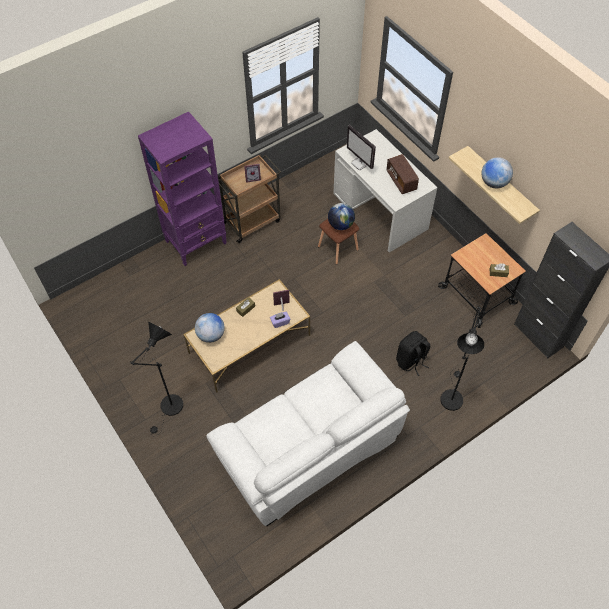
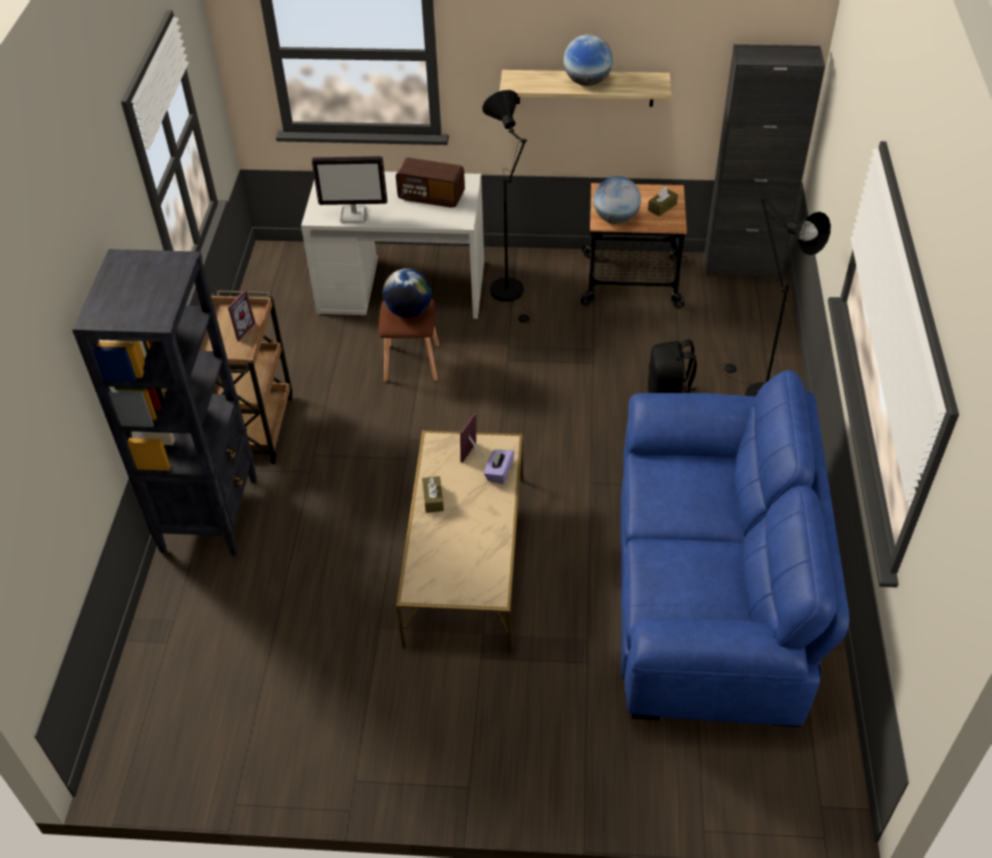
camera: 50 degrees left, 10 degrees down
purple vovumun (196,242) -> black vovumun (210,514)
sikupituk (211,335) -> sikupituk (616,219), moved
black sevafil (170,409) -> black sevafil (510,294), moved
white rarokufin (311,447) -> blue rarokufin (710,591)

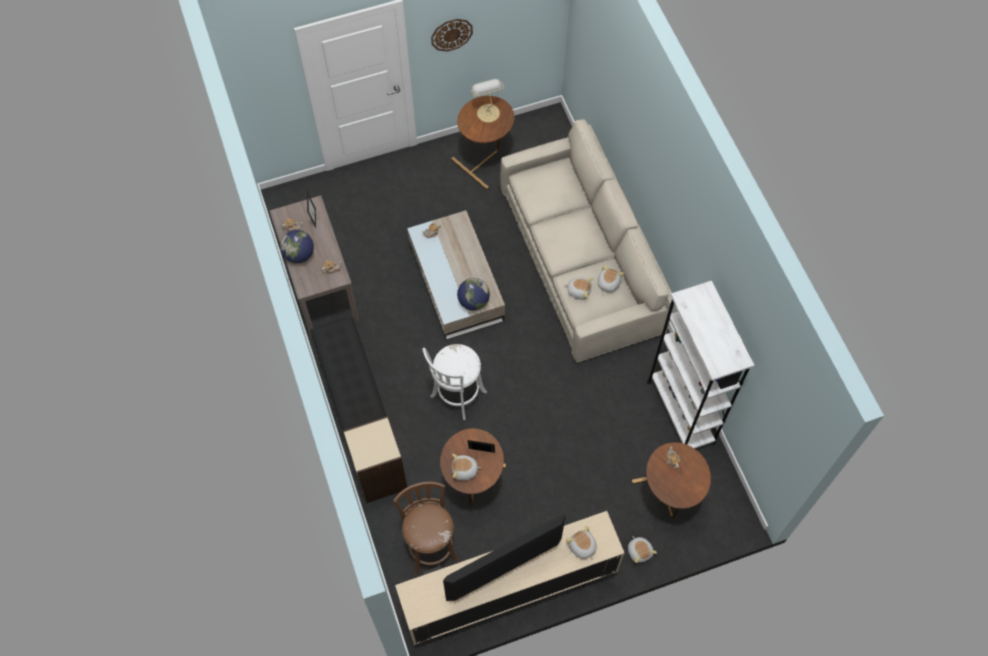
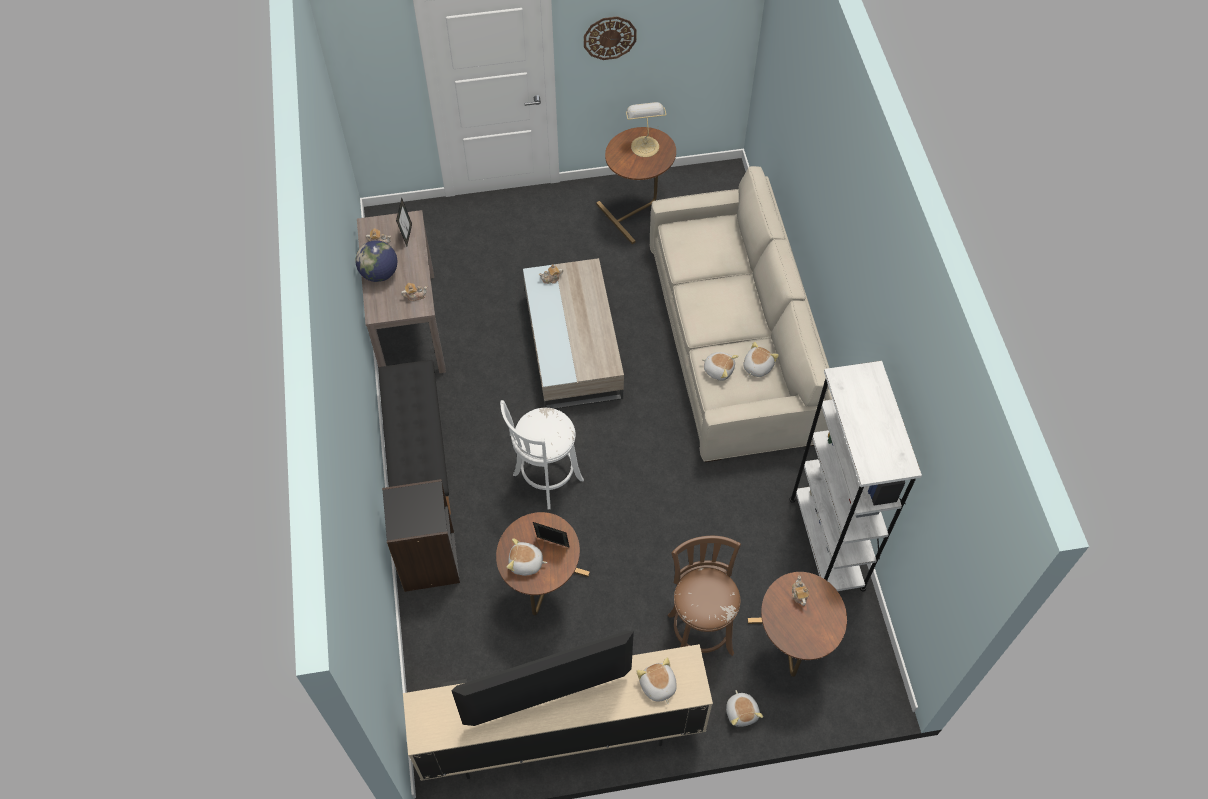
camera: 10 degrees right, 5 degrees down
sikupituk (473,301) -> none
beige vovumun (379,476) -> black vovumun (428,561)
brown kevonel (430,546) -> brown kevonel (699,630), moved

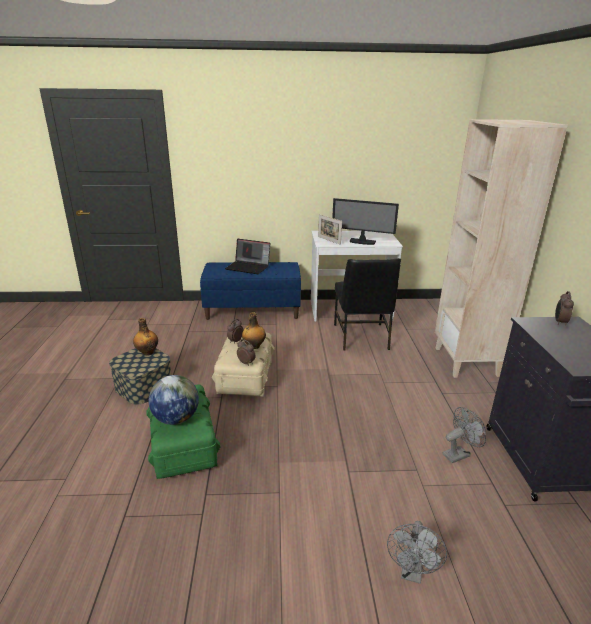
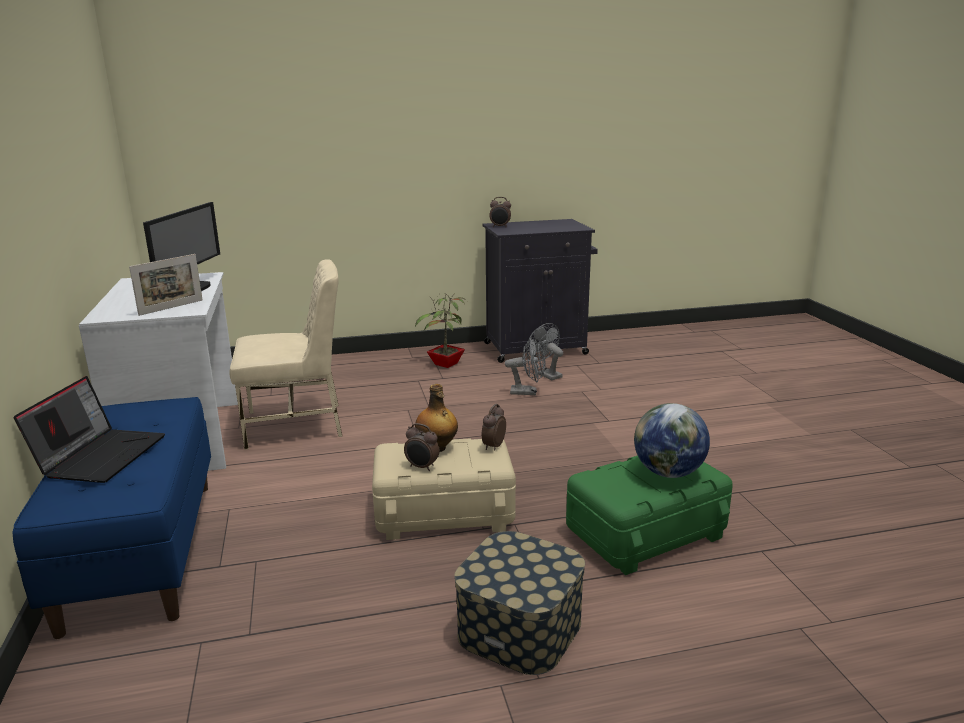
camera: 100 degrees left, 5 degrees down
beige vovumun (467,362) -> none
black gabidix (361,337) -> beige gabidix (296,425)
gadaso (147,352) -> none
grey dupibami (412,572) -> grey dupibami (528,392), moved
none -> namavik (445,364)

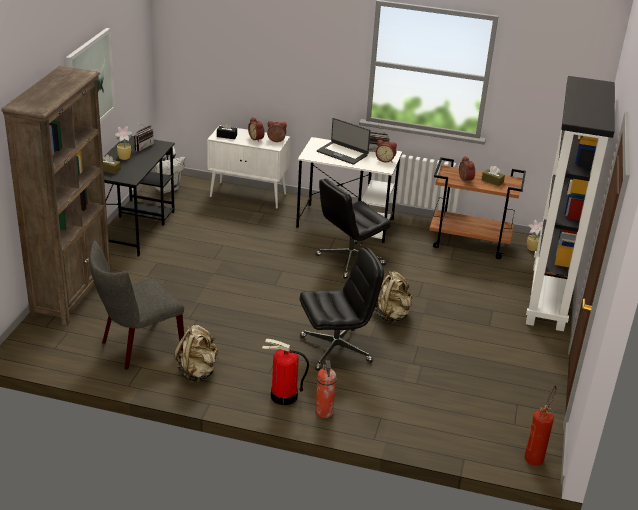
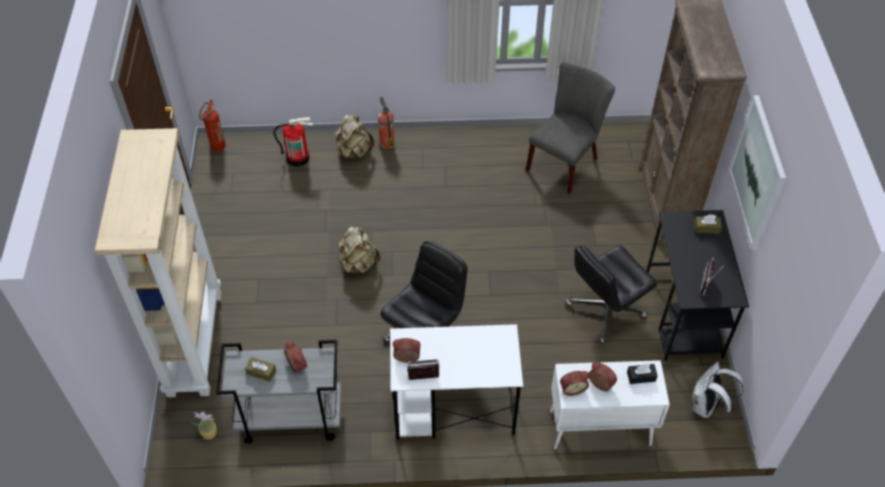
camera: 165 degrees right, 20 degrees up
black vovumun (548,298) -> beige vovumun (194,342)
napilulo (342,153) -> none
namavik (125,157) -> none
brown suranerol (470,243) -> grey suranerol (290,419)
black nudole (336,349) -> black nudole (604,311), moved
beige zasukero (197,372) -> beige zasukero (354,152), moved
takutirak (283,396) -> takutirak (298,158), moved

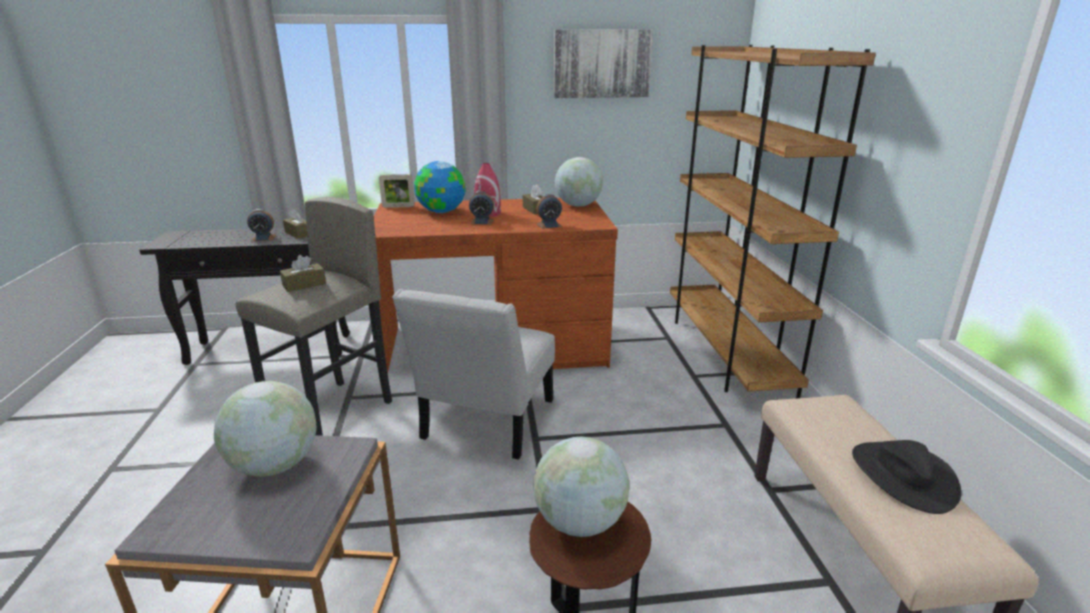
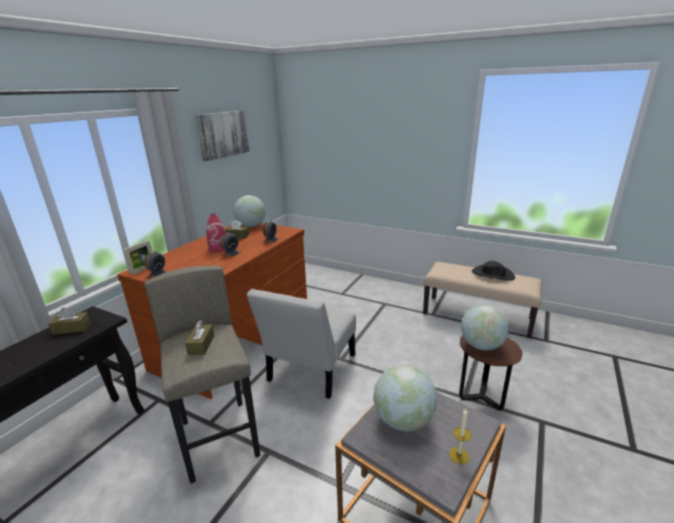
camera: 55 degrees left, 0 degrees up
brown vovumun (726,352) -> none
sikupituk (441,211) -> none
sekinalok (263,238) -> sekinalok (157,274), moved
white gabidix (485,423) -> white gabidix (310,371), 60 degrees clockwise
none -> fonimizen (459,455)

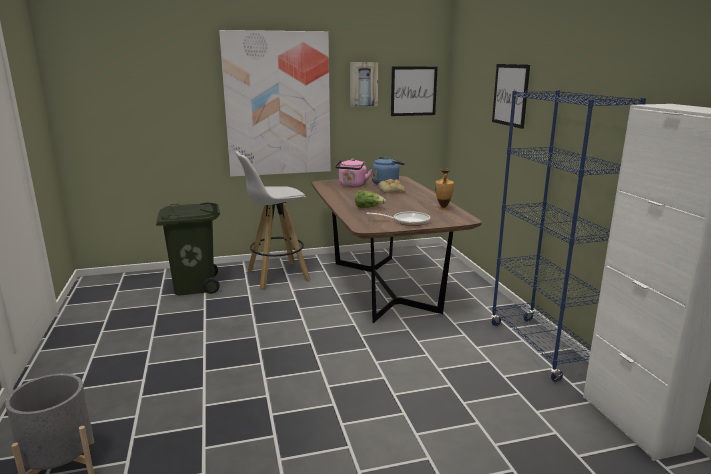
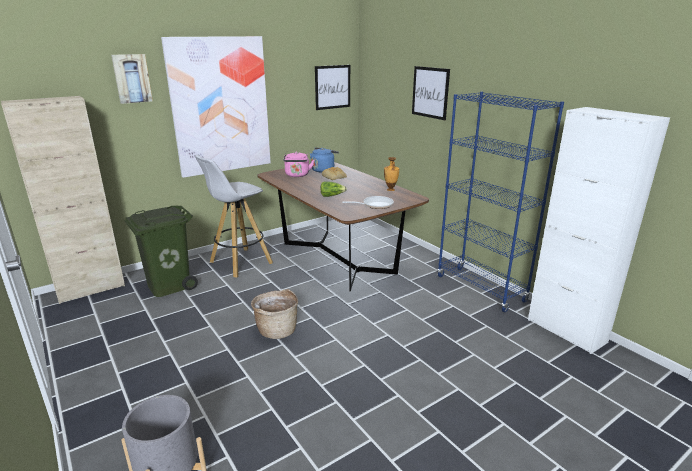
camera: 20 degrees left, 5 degrees up
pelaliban (363,84) -> pelaliban (132,78), moved
none -> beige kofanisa (91,289)
none -> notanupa (277,329)

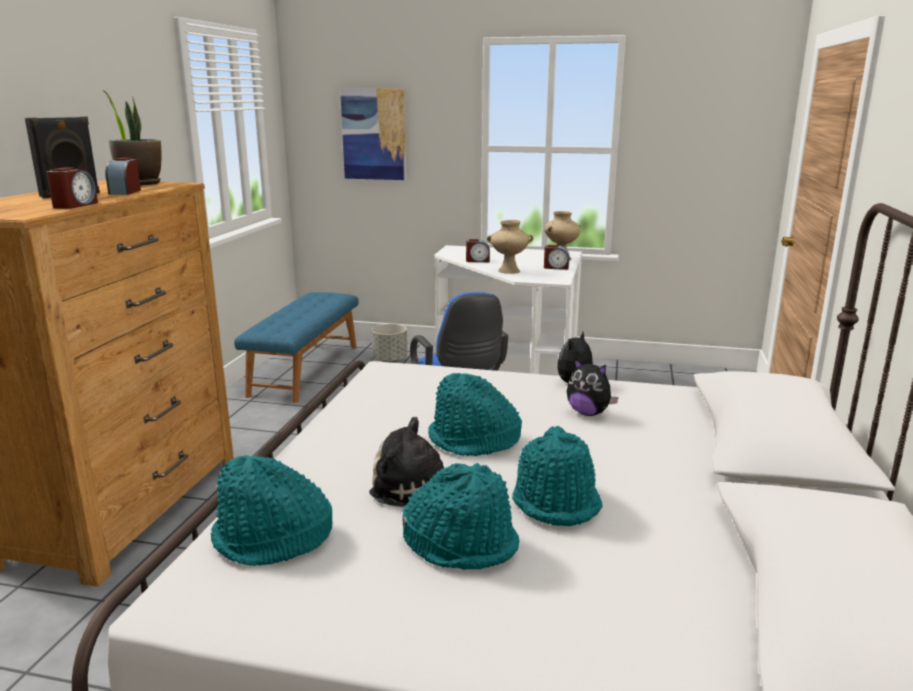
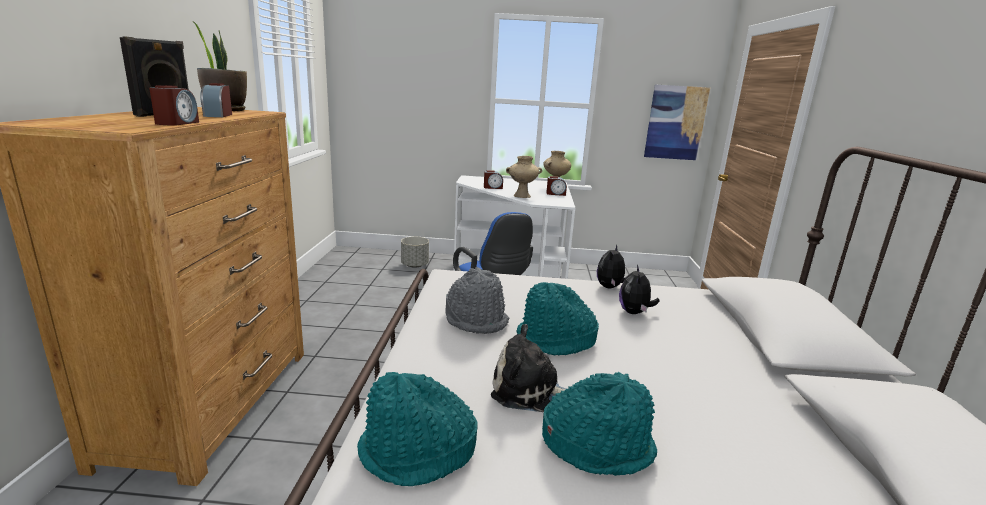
camera: 10 degrees left, 0 degrees up
pelaliban (374,134) -> pelaliban (675,122), moved
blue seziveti (305,370) -> none
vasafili (588,413) -> vasafili (634,312), 75 degrees clockwise
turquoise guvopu (556,501) -> none
none -> grey guvopu (476,320)

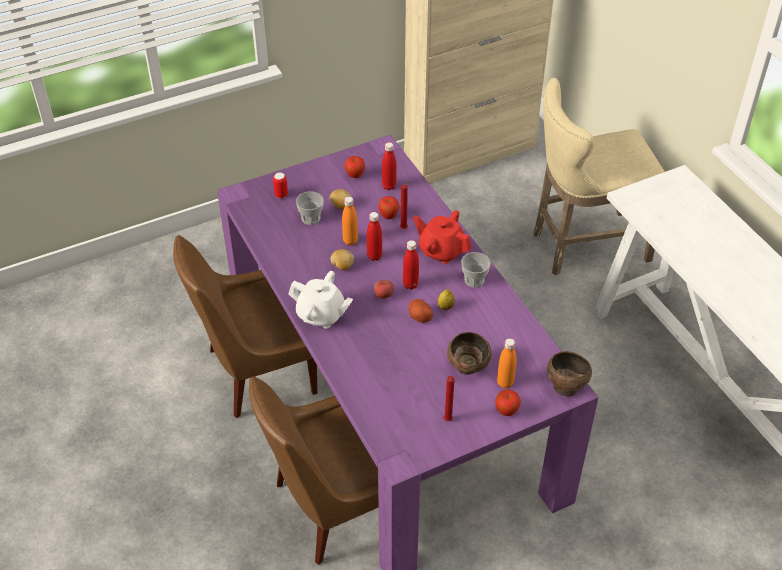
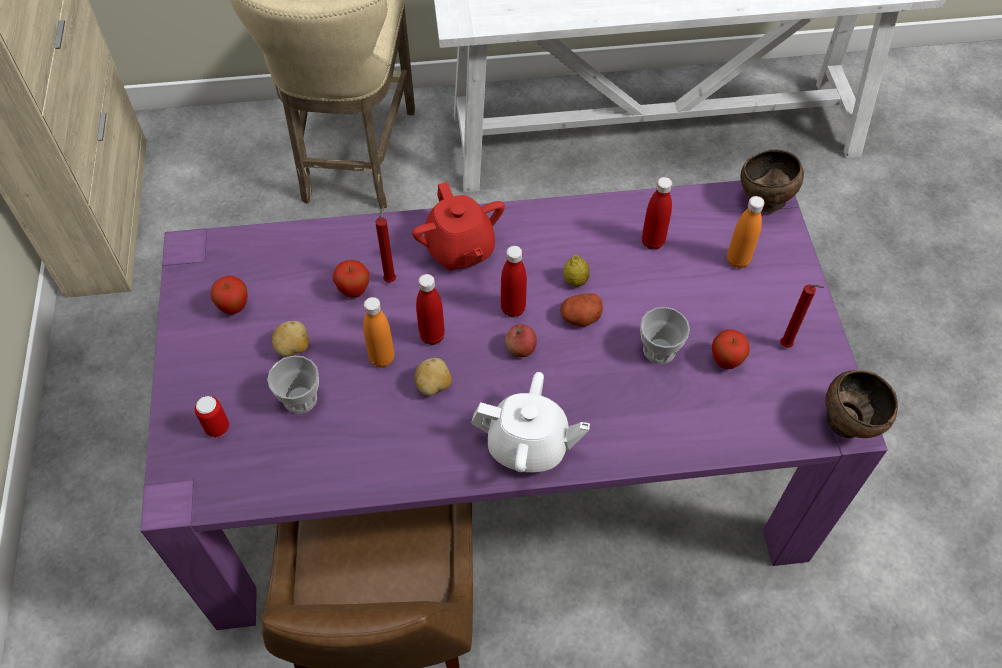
camera: 70 degrees left, 10 degrees up
red gadaso (389,186) -> red gadaso (652,242), moved
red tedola (441,250) -> red tedola (460,249), 75 degrees counterclockwise
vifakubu (474,280) -> vifakubu (659,350), moved
white tedola (321,315) -> white tedola (528,446), 60 degrees clockwise
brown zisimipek (468,368) -> brown zisimipek (848,423), moved
brown gabidix (333,507) -> none
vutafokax (506,411) -> vutafokax (725,361), moved

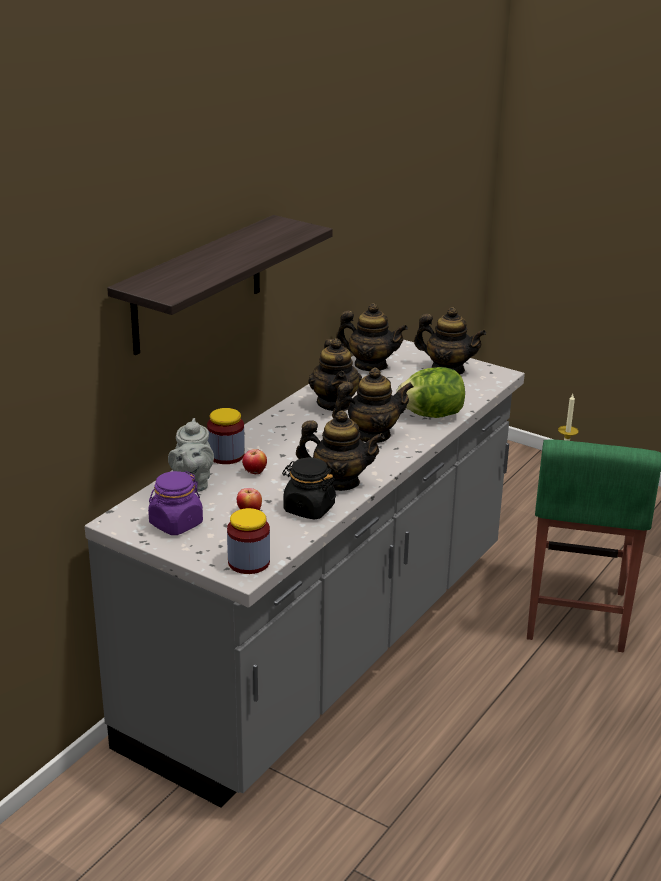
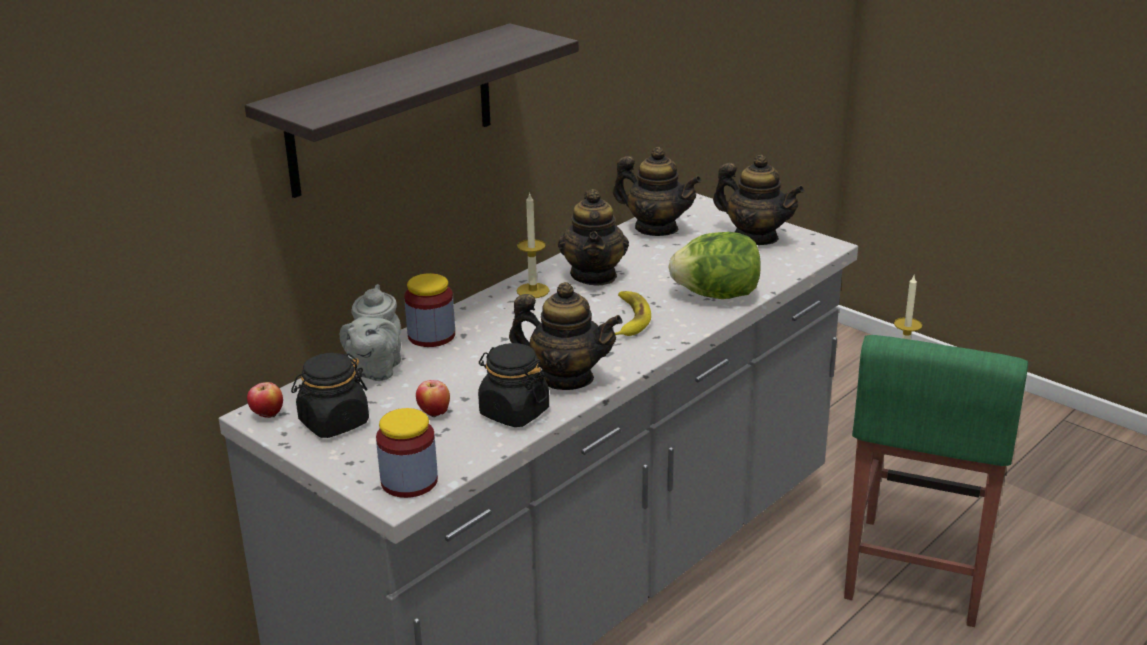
camera: 10 degrees right, 0 degrees up
tedola (371,435) -> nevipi (629,318)
vutafokax (254,473) -> vutafokax (267,415), moved
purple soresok (176,524) -> black soresok (333,423)
none -> fonimizen (533,290)

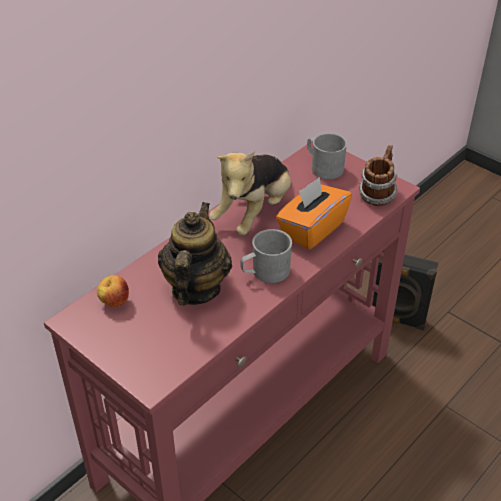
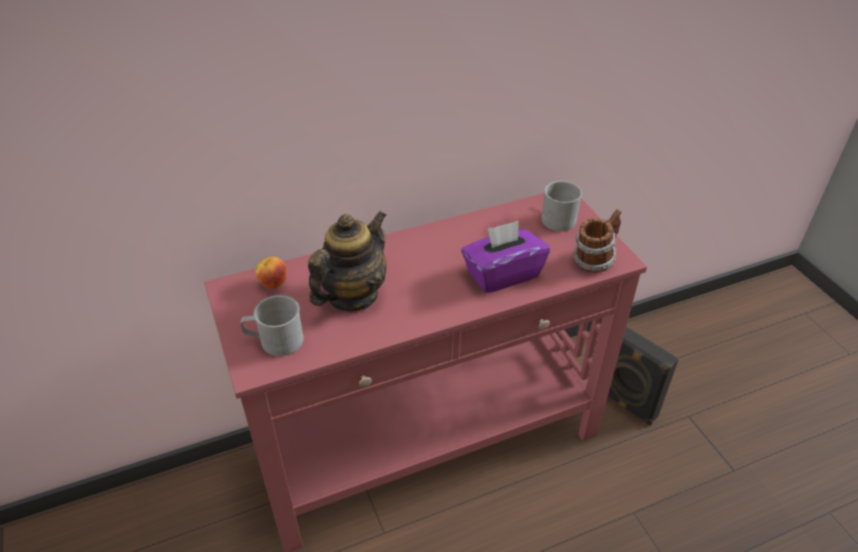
camera: 25 degrees right, 0 degrees up
vasafili (254,213) -> none
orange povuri (312,229) -> purple povuri (502,274)
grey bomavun (265,272) -> grey bomavun (275,341), moved

